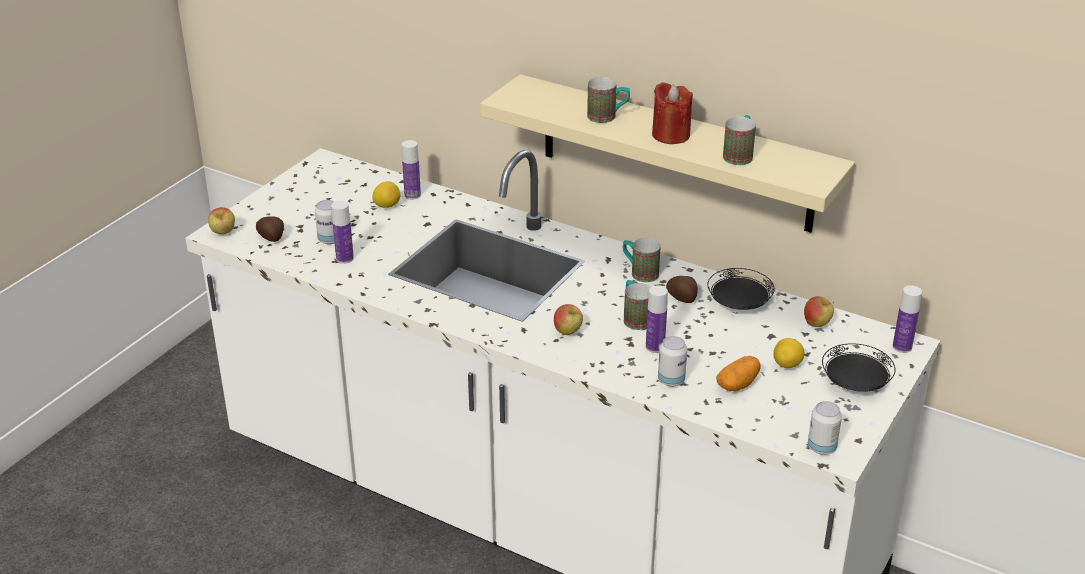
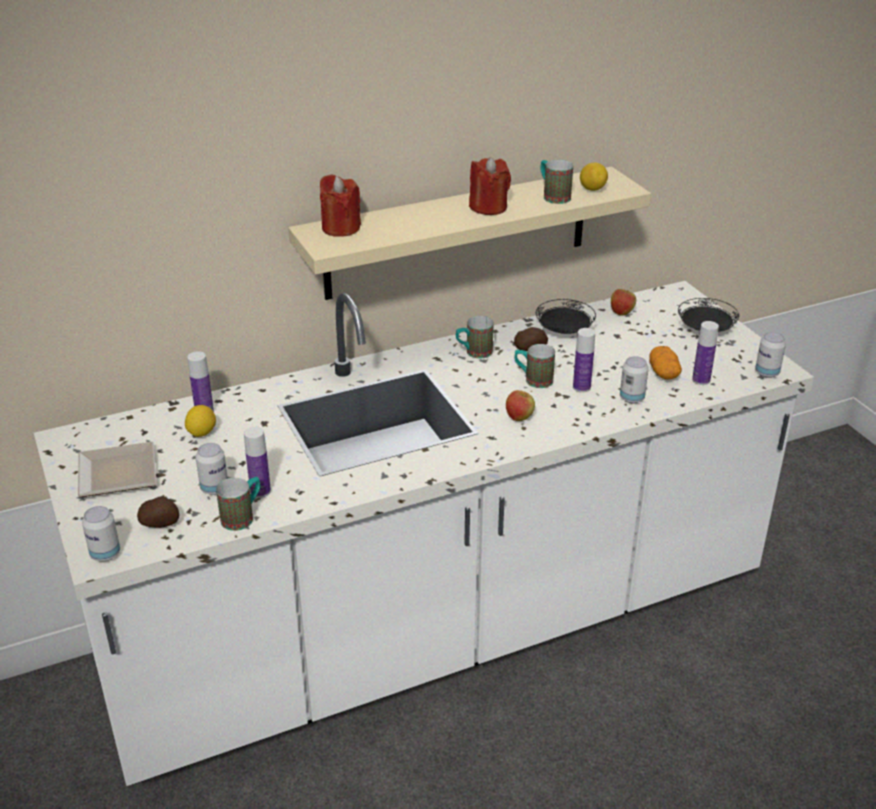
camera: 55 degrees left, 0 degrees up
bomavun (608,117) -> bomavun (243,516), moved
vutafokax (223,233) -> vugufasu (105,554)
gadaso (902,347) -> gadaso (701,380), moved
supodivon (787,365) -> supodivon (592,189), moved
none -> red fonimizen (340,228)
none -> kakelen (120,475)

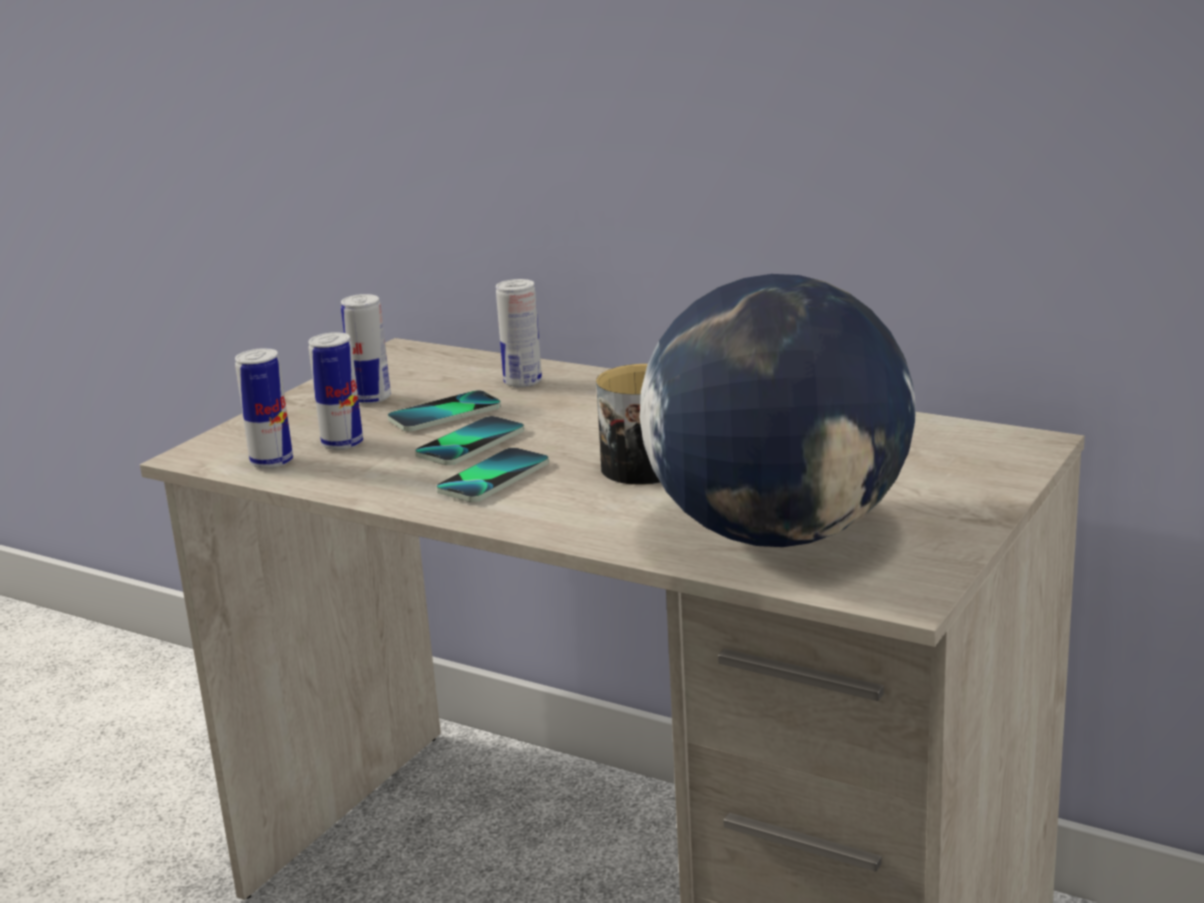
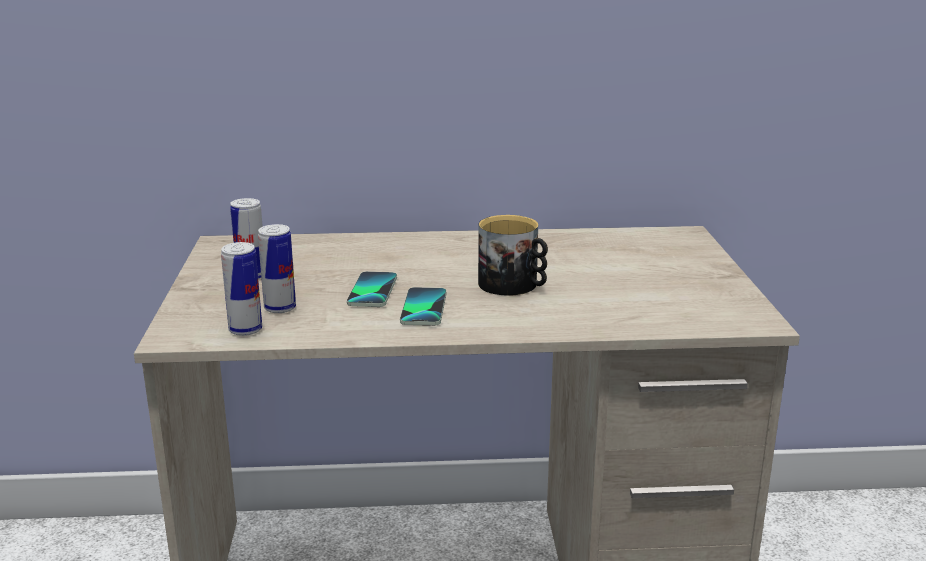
camera: 35 degrees left, 0 degrees up
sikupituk (778,533) -> none
vugufasu (523,382) -> none
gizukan (445,414) -> none

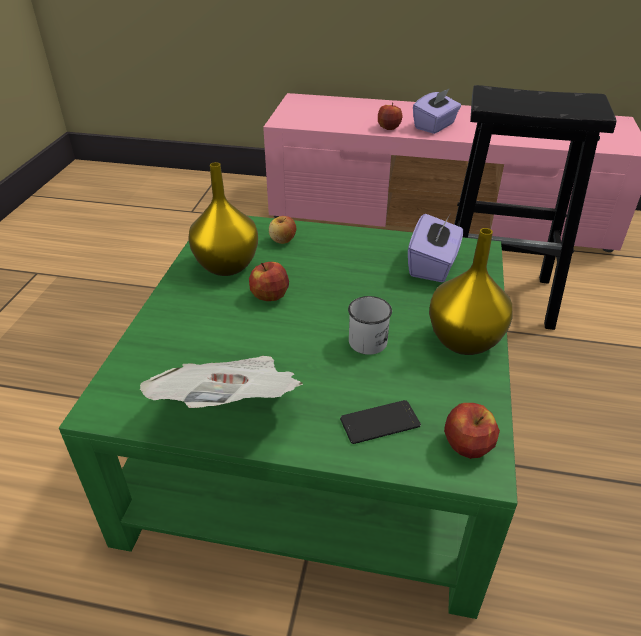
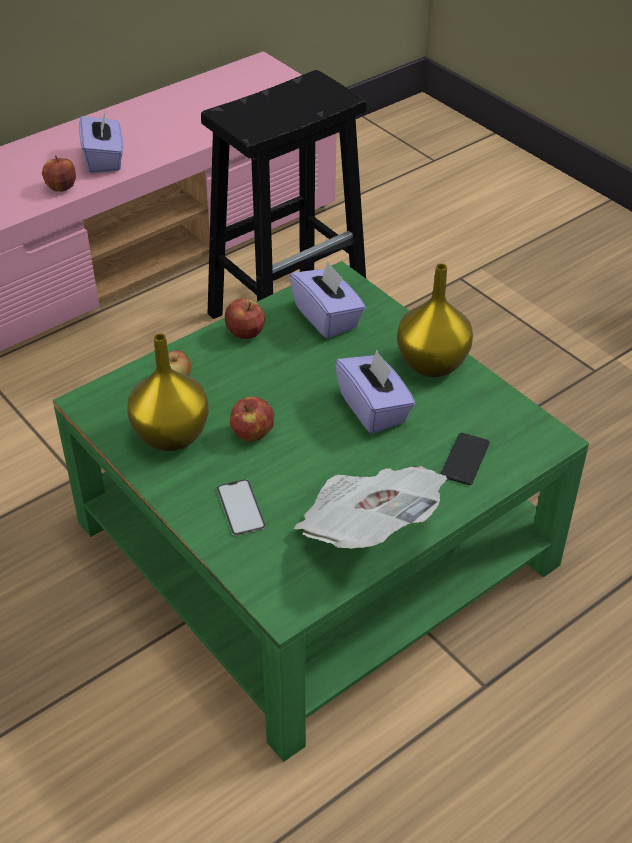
camera: 50 degrees left, 5 degrees up
white bomavun (370,338) -> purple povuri (373,409)
vutafokax (467,445) -> vutafokax (245,332), moved
none -> gizukan (240,507)

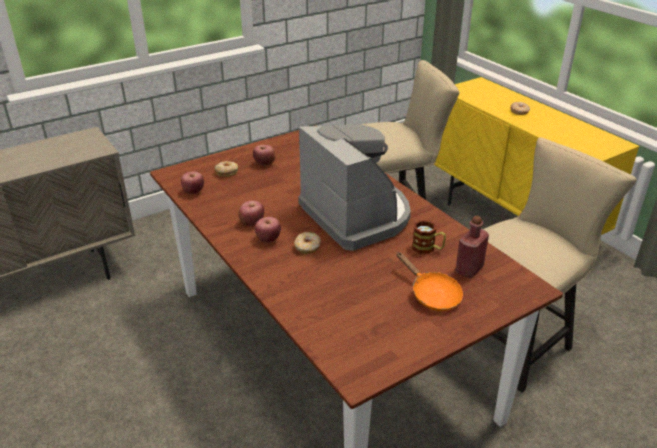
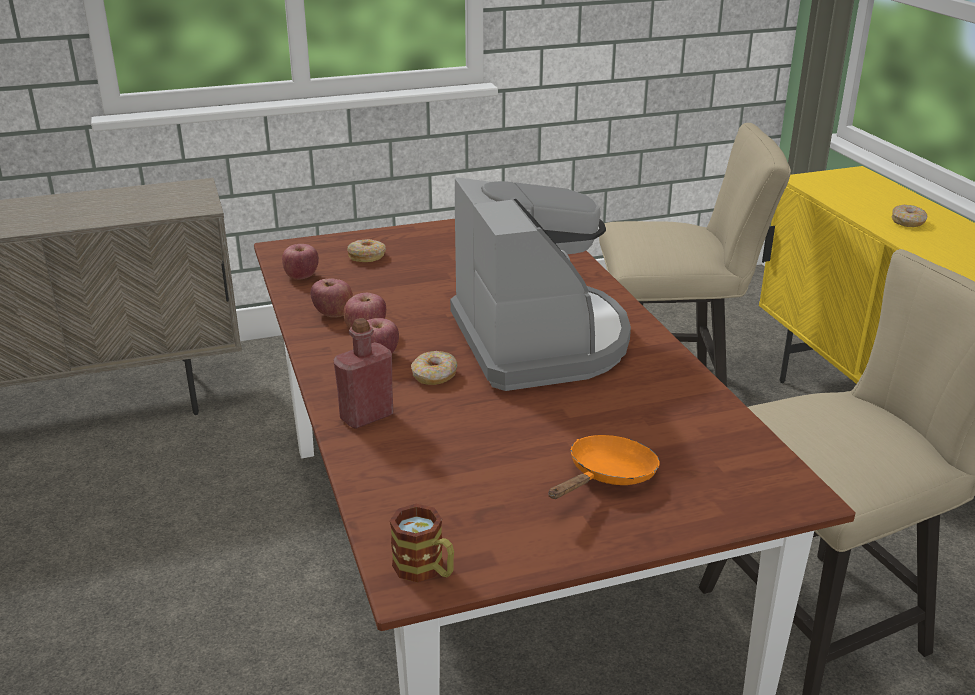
camera: 15 degrees right, 5 degrees down
vutafokax (264,163) -> vutafokax (333,314), moved
red gadaso (469,269) -> red gadaso (366,416), moved
bomavun (427,248) -> bomavun (426,570), moved
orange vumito (432,294) -> orange vumito (607,476), 120 degrees counterclockwise

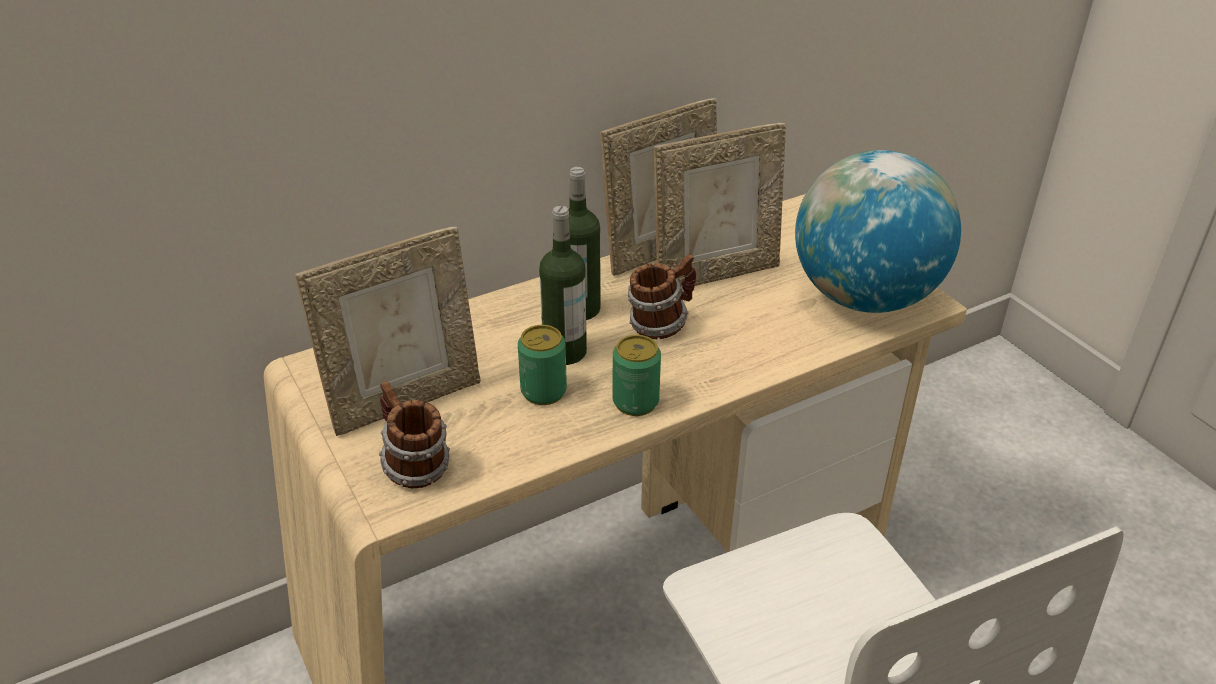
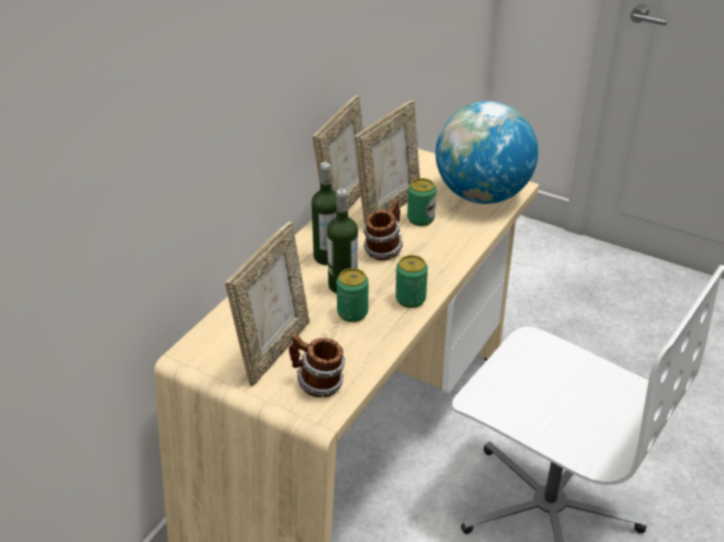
camera: 30 degrees left, 0 degrees up
none -> vugufasu (420,219)

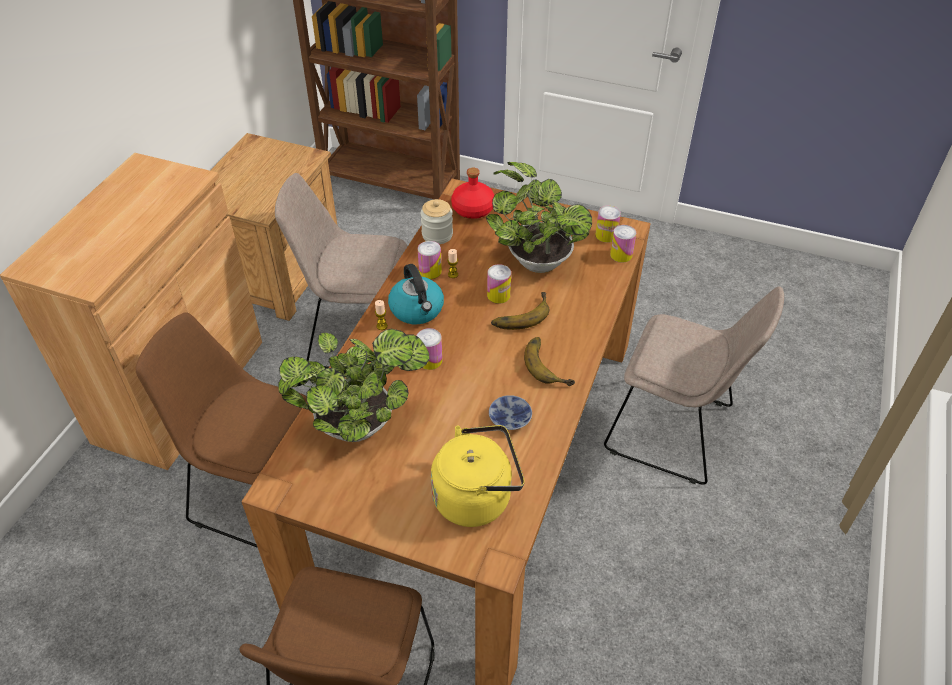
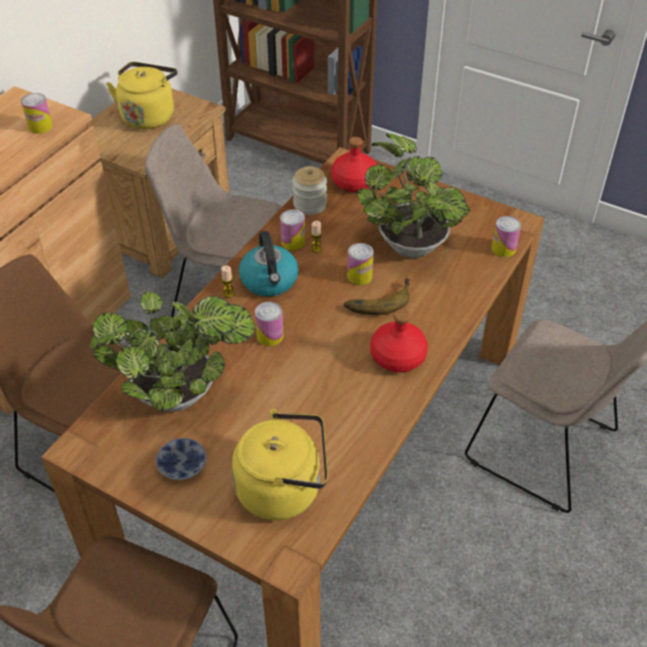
camera: 10 degrees right, 0 degrees up
vugufasu (606,235) -> vugufasu (40,126), moved
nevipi (550,364) -> red gadaso (397,357)
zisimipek (510,420) -> zisimipek (182,467), moved
none -> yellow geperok (149,115)

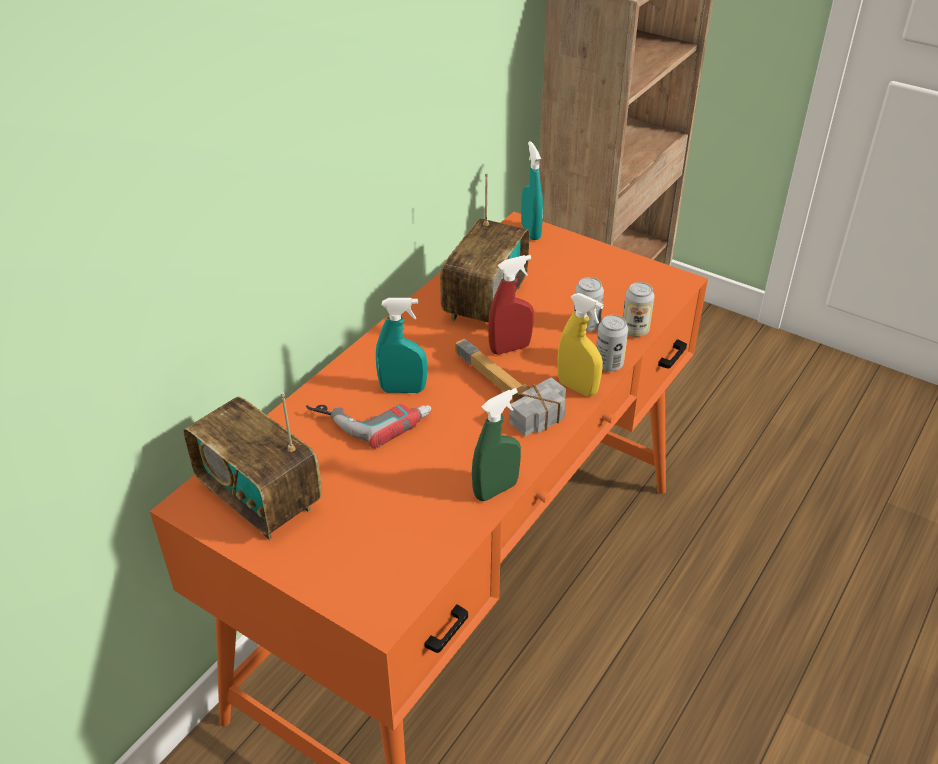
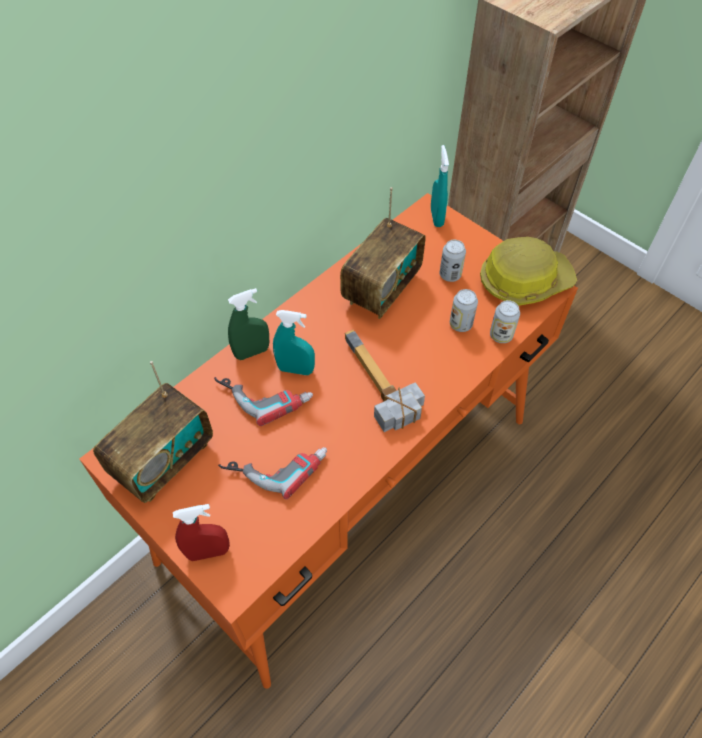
camera: 10 degrees right, 15 degrees up
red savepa (510,348) -> red savepa (208,552), moved
yellow savepa (577,388) -> none
vugufasu (608,364) -> vugufasu (450,275), moved
green savepa (495,490) -> green savepa (252,352), moved
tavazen (260,498) -> tavazen (164,460), 105 degrees counterclockwise
none -> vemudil (523,281)
none -> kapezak (275,462)

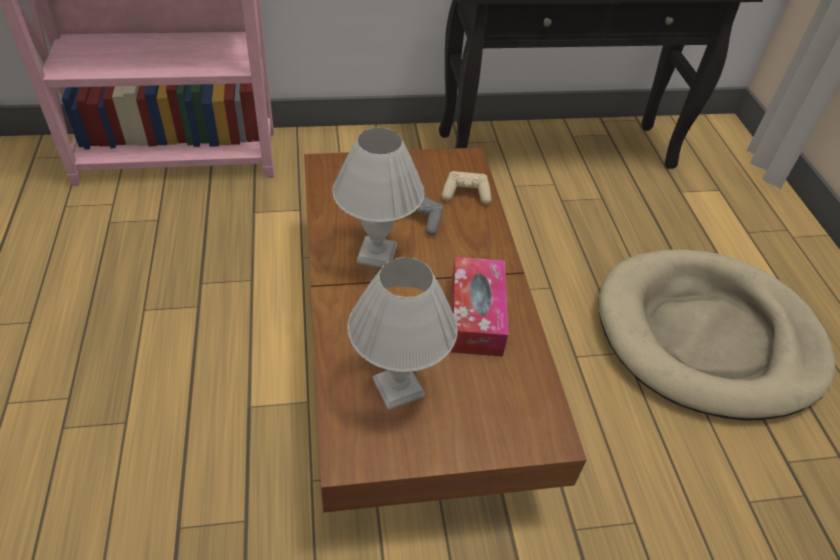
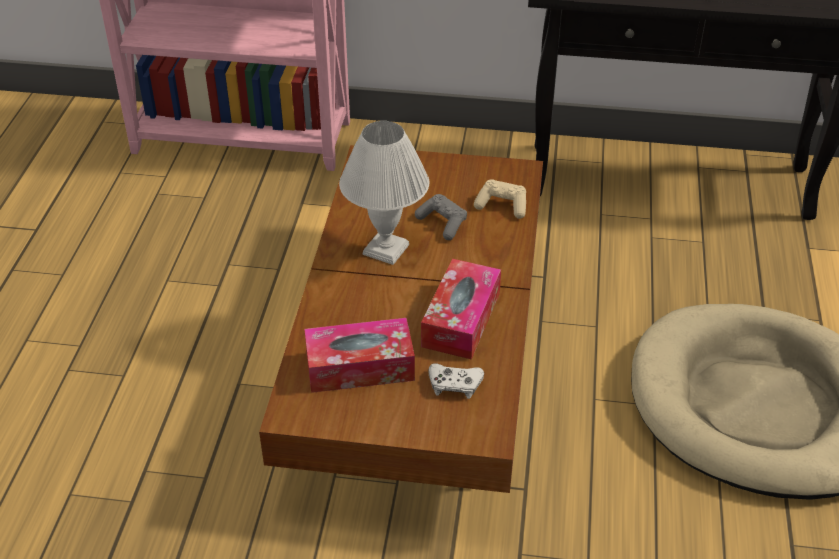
camera: 20 degrees right, 5 degrees down
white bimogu (399,386) -> povuri (360,367)
none -> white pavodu (454,385)

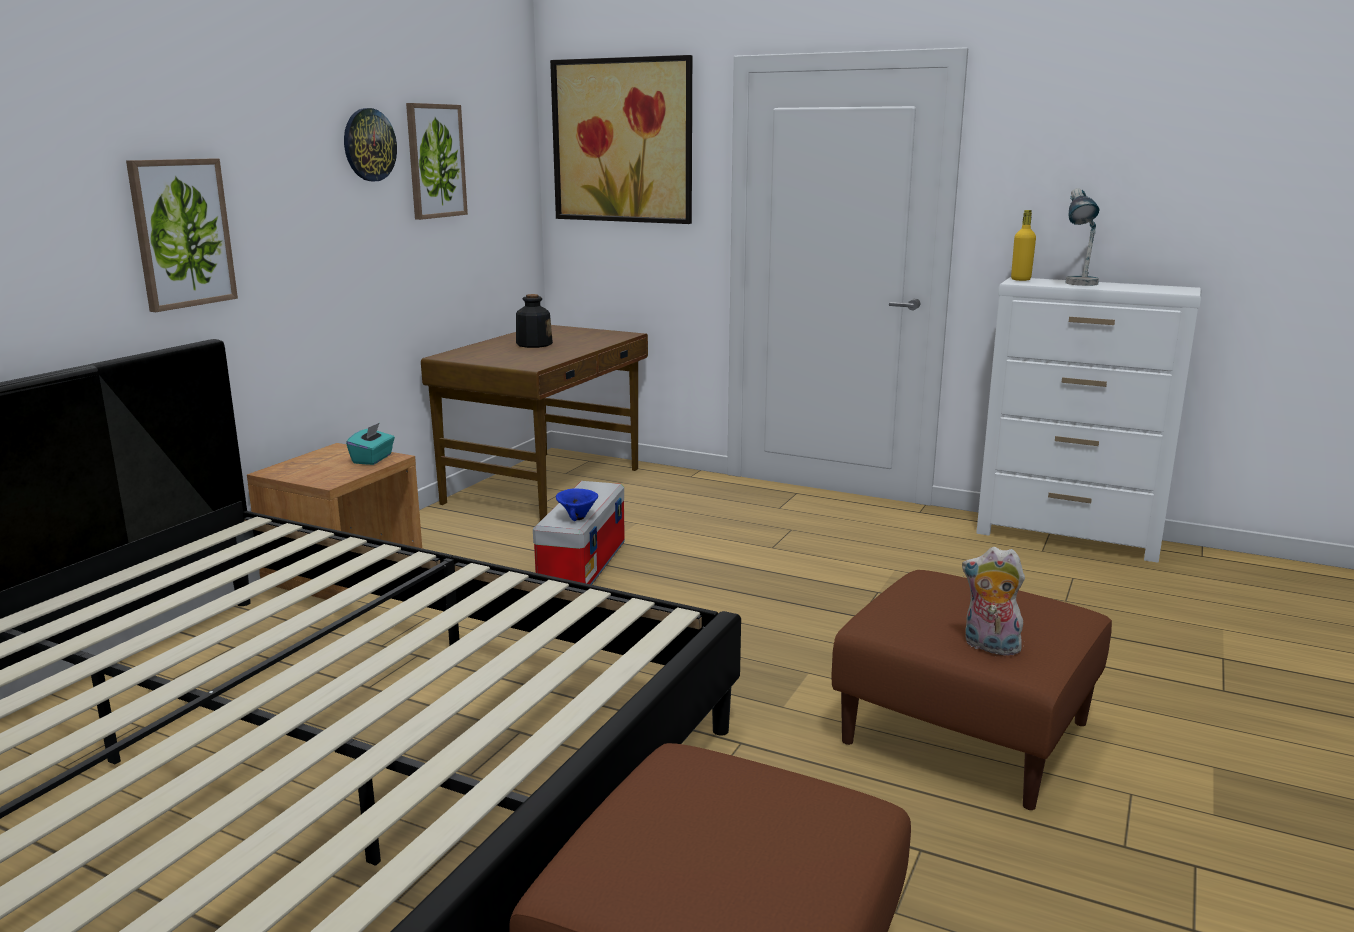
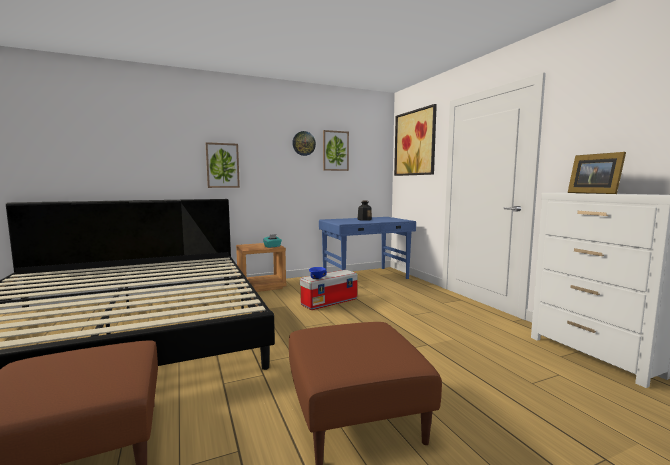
camera: 40 degrees right, 10 degrees down
bimogu (1078,285) -> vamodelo (593,193)
yellow gadaso (1020,279) -> none
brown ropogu (546,485) -> blue ropogu (366,277)
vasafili (989,647) -> none

